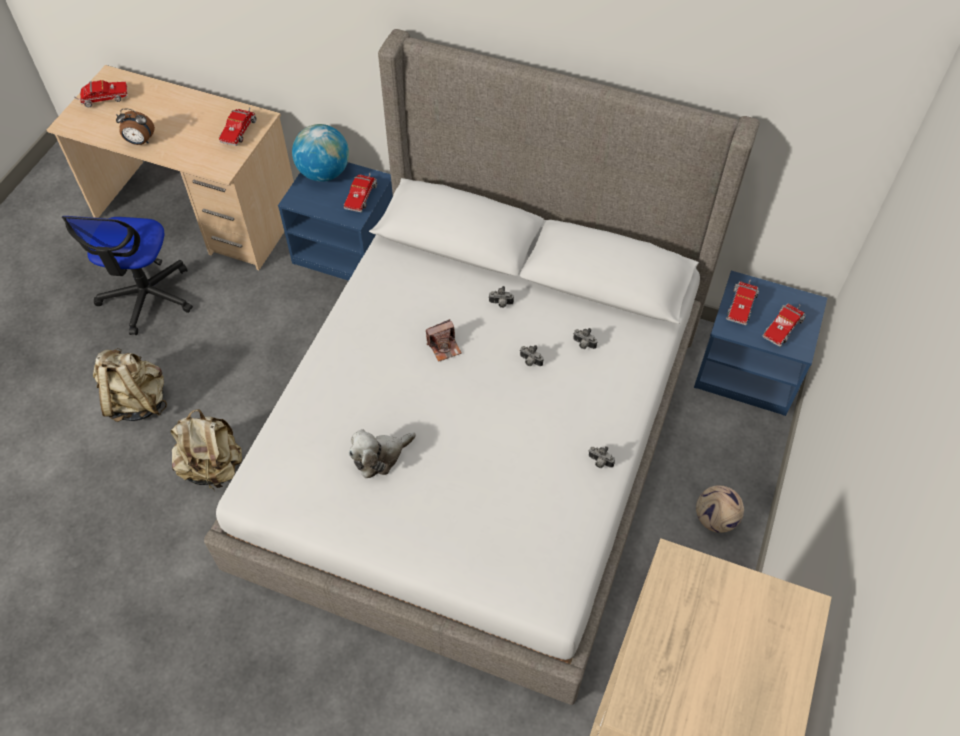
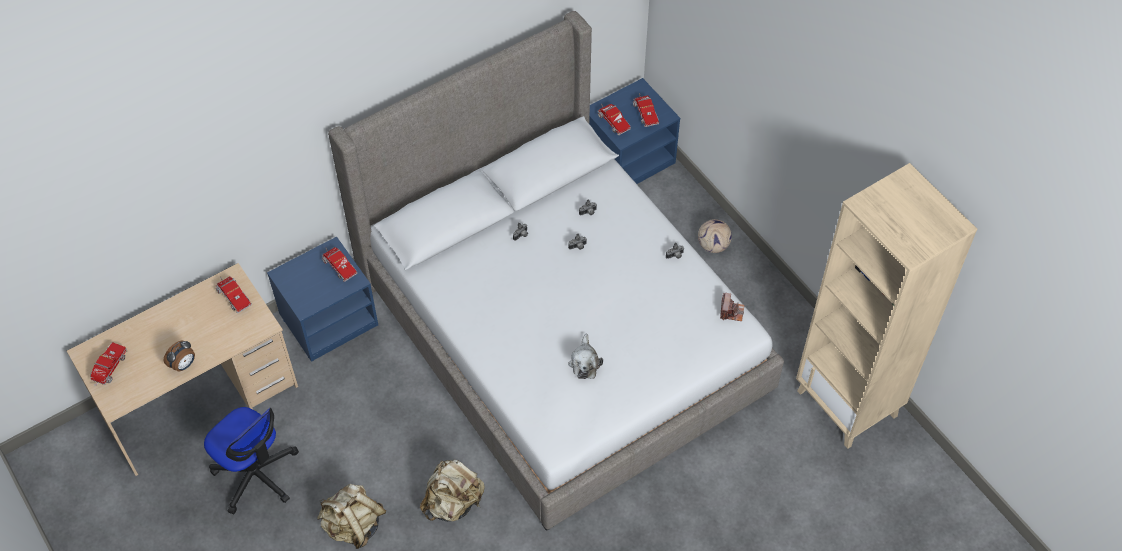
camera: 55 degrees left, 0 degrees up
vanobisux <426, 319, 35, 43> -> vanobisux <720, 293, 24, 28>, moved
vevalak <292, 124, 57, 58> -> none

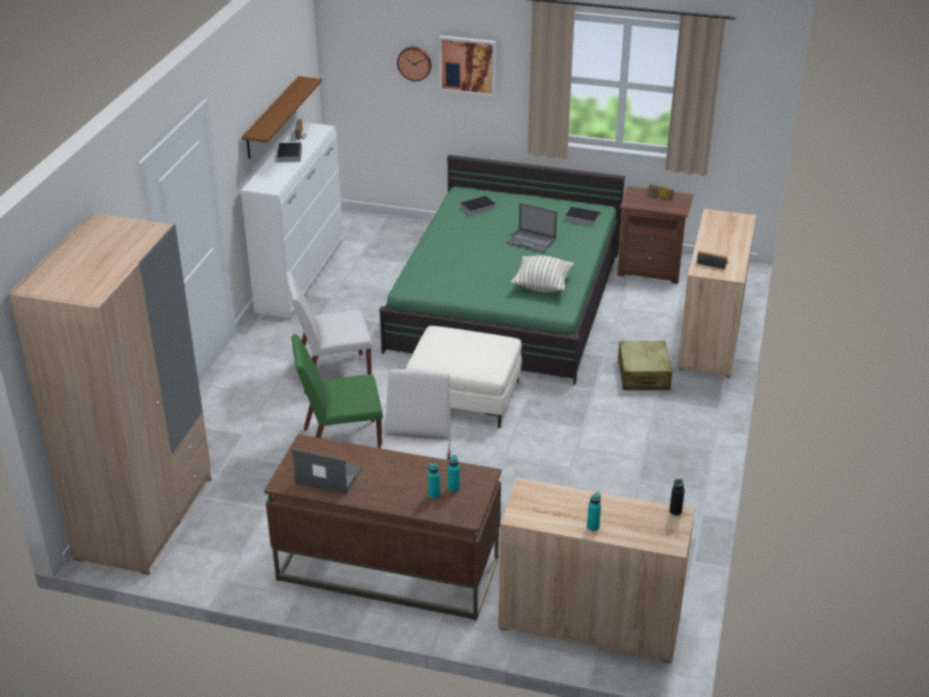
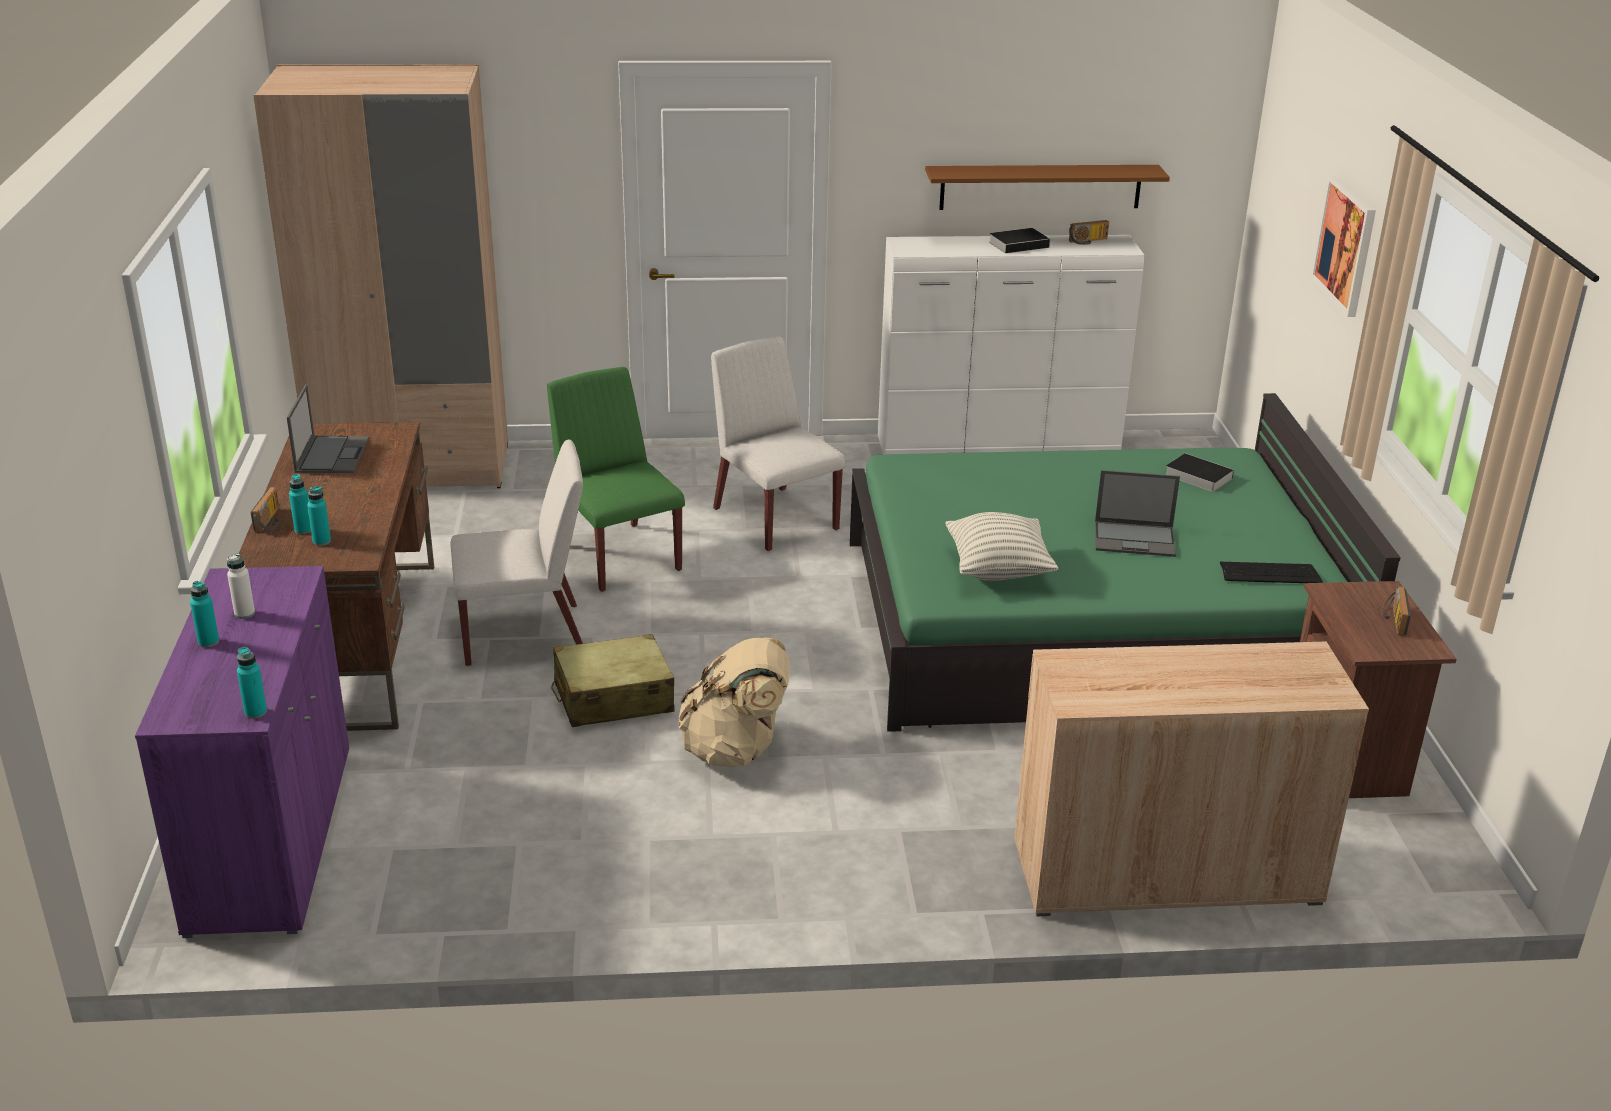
camera: 70 degrees right, 5 degrees down
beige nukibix <498, 478, 197, 185> -> purple nukibix <135, 566, 214, 372>
none -> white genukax <227, 553, 28, 66>
black genukax <669, 479, 16, 37> -> turquoise genukax <237, 647, 30, 72>
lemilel <697, 251, 31, 18> -> lemilel <251, 487, 29, 45>, moved
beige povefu <617, 341, 55, 49> -> beige povefu <551, 634, 124, 93>, moved
none -> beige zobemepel <678, 637, 112, 130>
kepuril <506, 203, 51, 50> -> kepuril <1095, 470, 85, 87>, 90 degrees counterclockwise
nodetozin <565, 206, 35, 20> -> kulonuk <1220, 562, 103, 21>
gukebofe <397, 47, 35, 34> -> none
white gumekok <406, 326, 116, 102> -> none

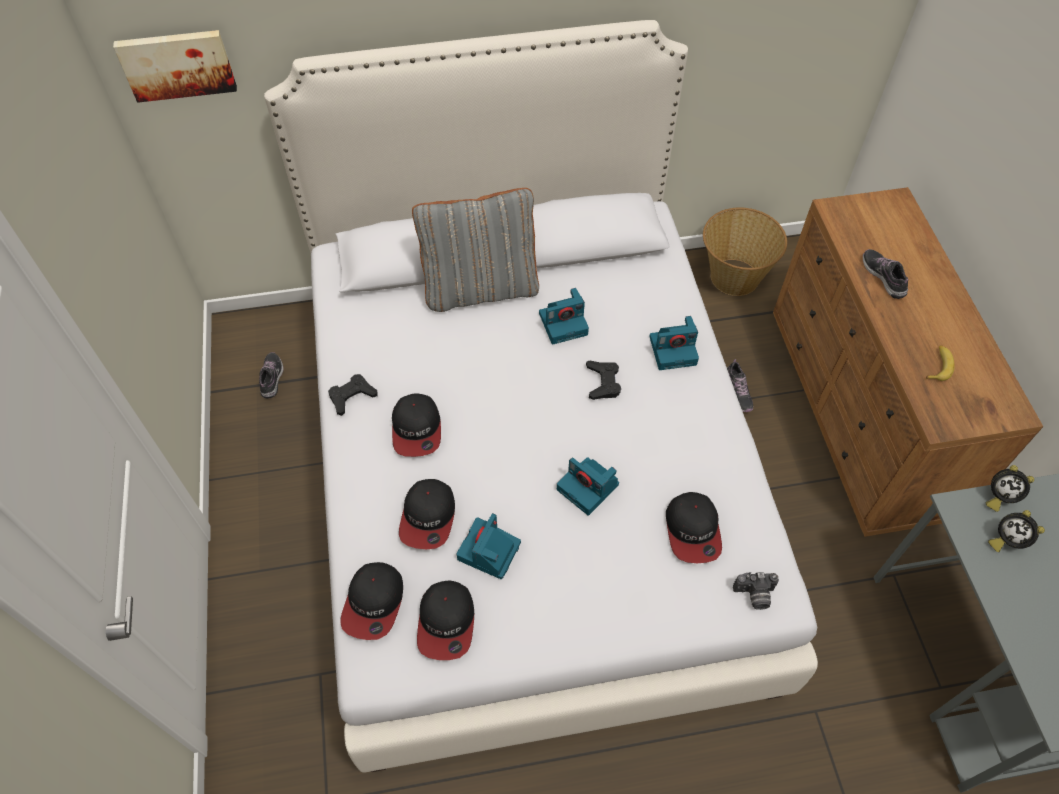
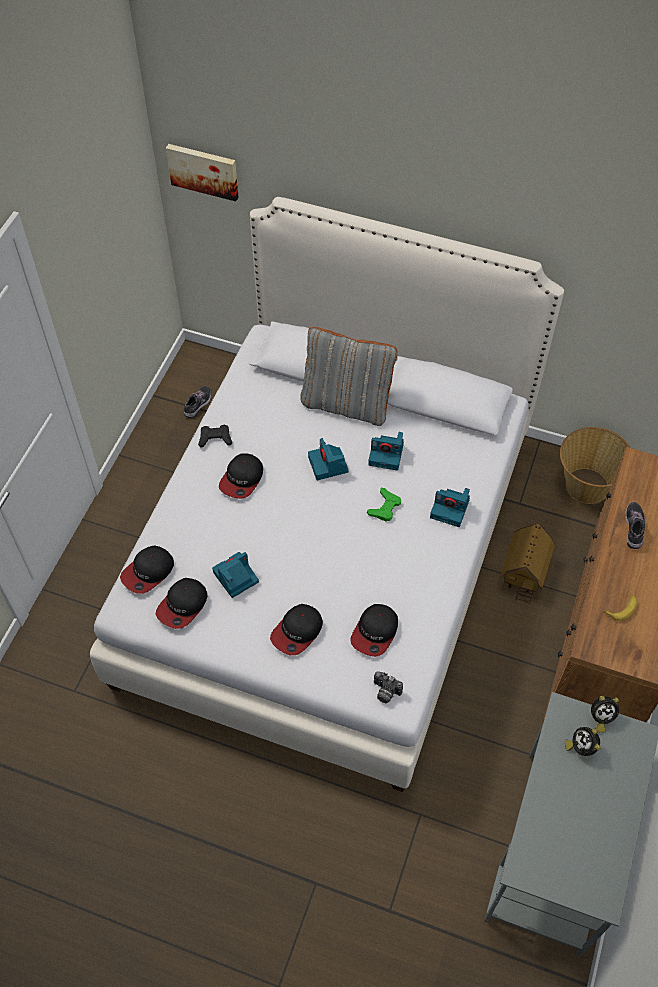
camera: 30 degrees right, 0 degrees up
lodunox <399, 479, 56, 70> -> lodunox <270, 604, 53, 51>, moved
vanobisux <557, 457, 62, 59> -> vanobisux <308, 438, 41, 42>, moved
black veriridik <586, 361, 35, 39> -> green veriridik <367, 488, 34, 34>
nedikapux <727, 359, 26, 53> -> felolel <500, 523, 55, 82>
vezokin <986, 465, 48, 47> -> vezokin <591, 696, 28, 36>, 60 degrees counterclockwise

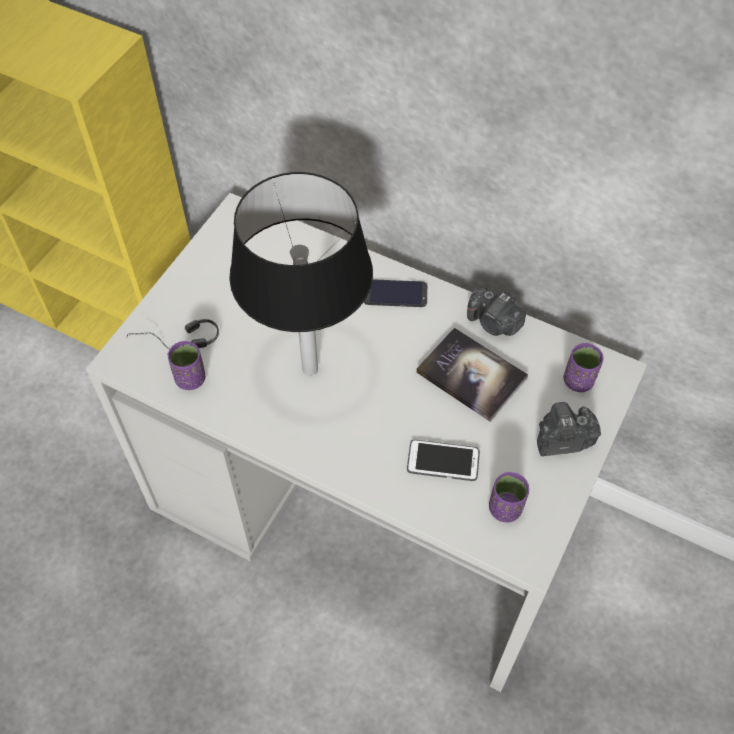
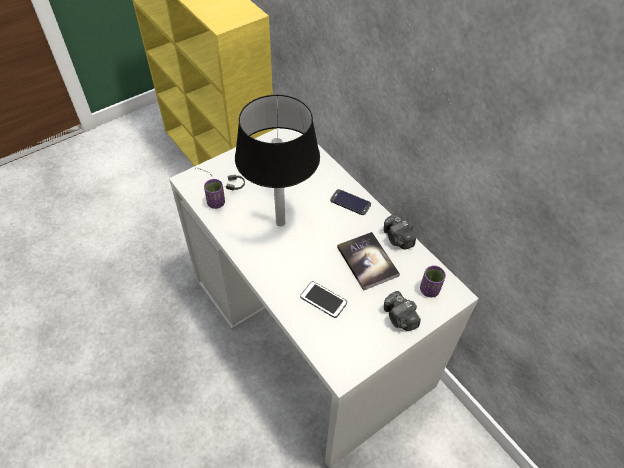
camera: 25 degrees right, 5 degrees down
vanobisux <537, 402, 64, 54> -> vanobisux <384, 291, 37, 40>, 135 degrees counterclockwise
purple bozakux <489, 472, 40, 50> -> none

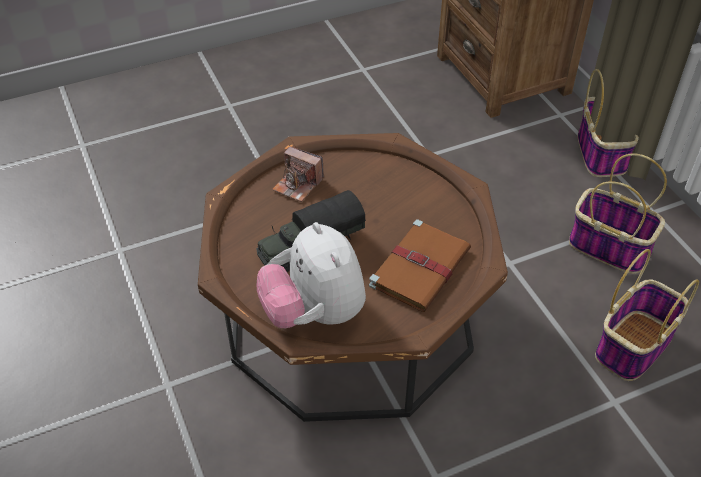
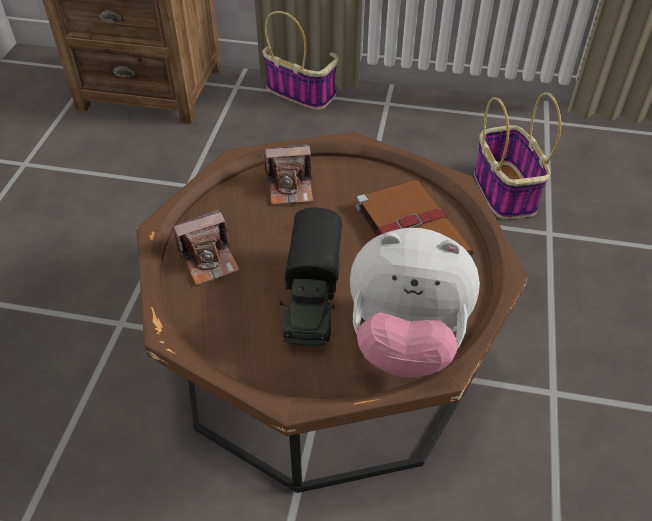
camera: 55 degrees left, 0 degrees up
none -> vanobisux <264, 144, 49, 61>
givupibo <569, 153, 98, 121> -> none

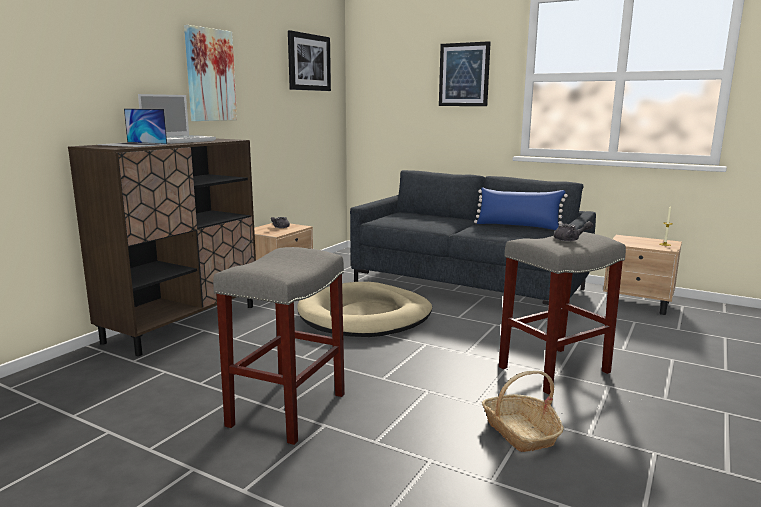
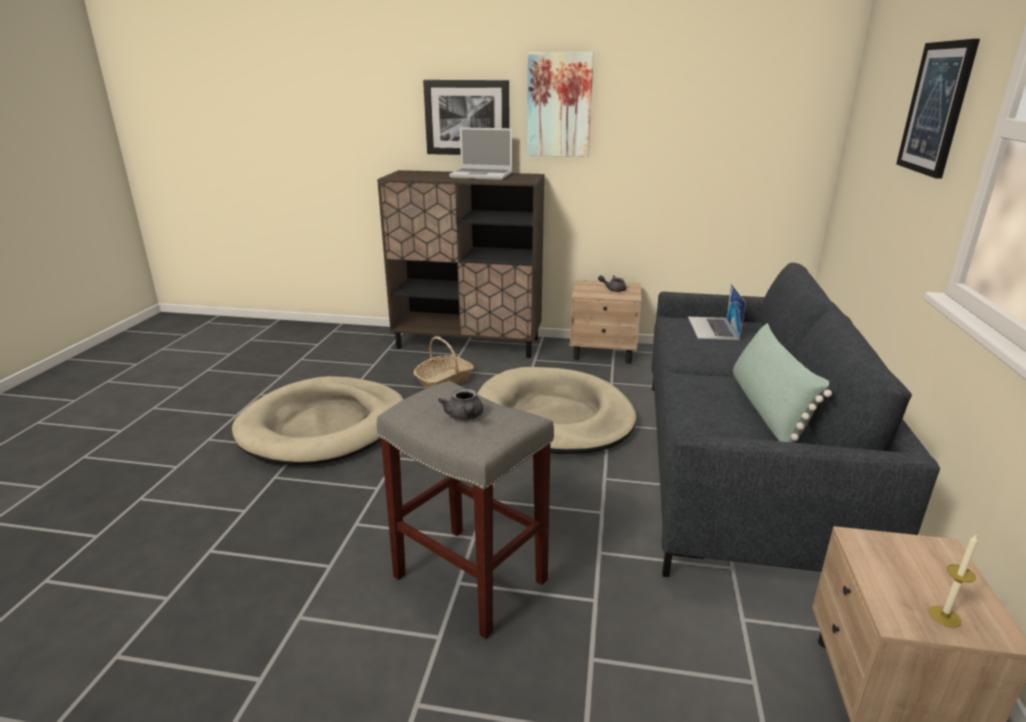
camera: 70 degrees right, 10 degrees up
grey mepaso <213, 247, 132, 198> -> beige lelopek <232, 376, 172, 89>
givupibo <482, 371, 82, 81> -> givupibo <413, 337, 61, 51>, moved
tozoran <288, 30, 43, 61> -> tozoran <423, 80, 86, 75>, moved
kepuril <97, 109, 70, 38> -> kepuril <688, 284, 58, 56>, moved
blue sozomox <474, 187, 94, 43> -> green sozomox <733, 323, 99, 120>

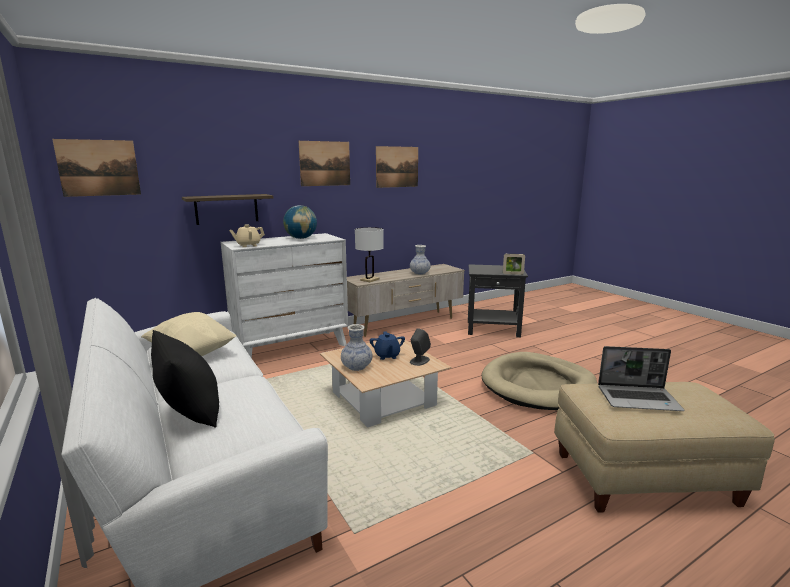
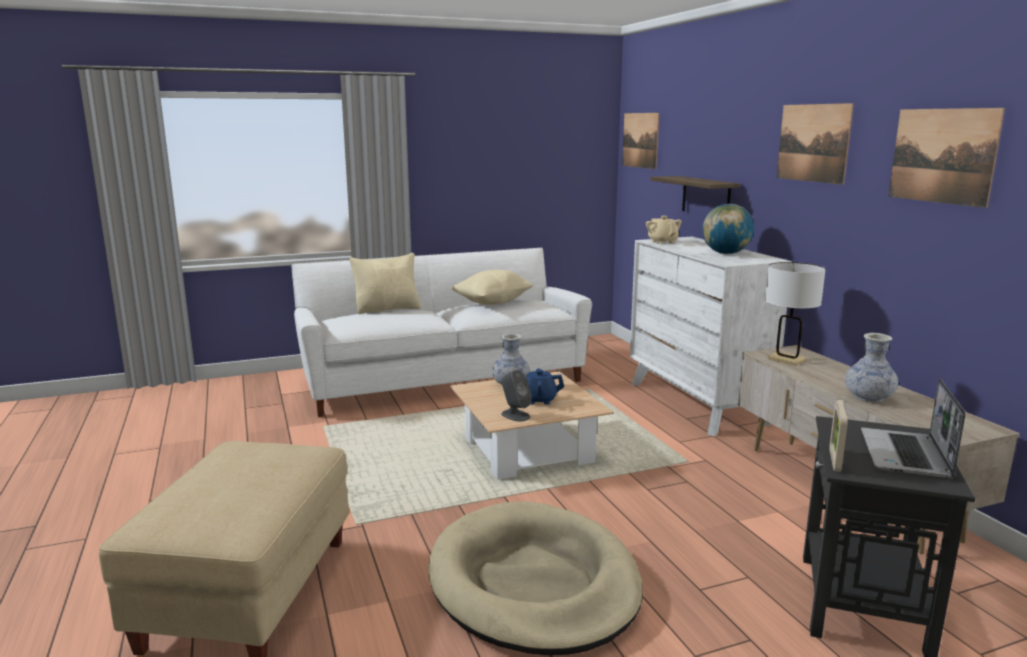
camera: 100 degrees right, 0 degrees up
black sozomox <151, 330, 68, 98> -> beige sozomox <349, 253, 72, 61>
kepuril <598, 346, 86, 65> -> kepuril <861, 378, 104, 101>, moved

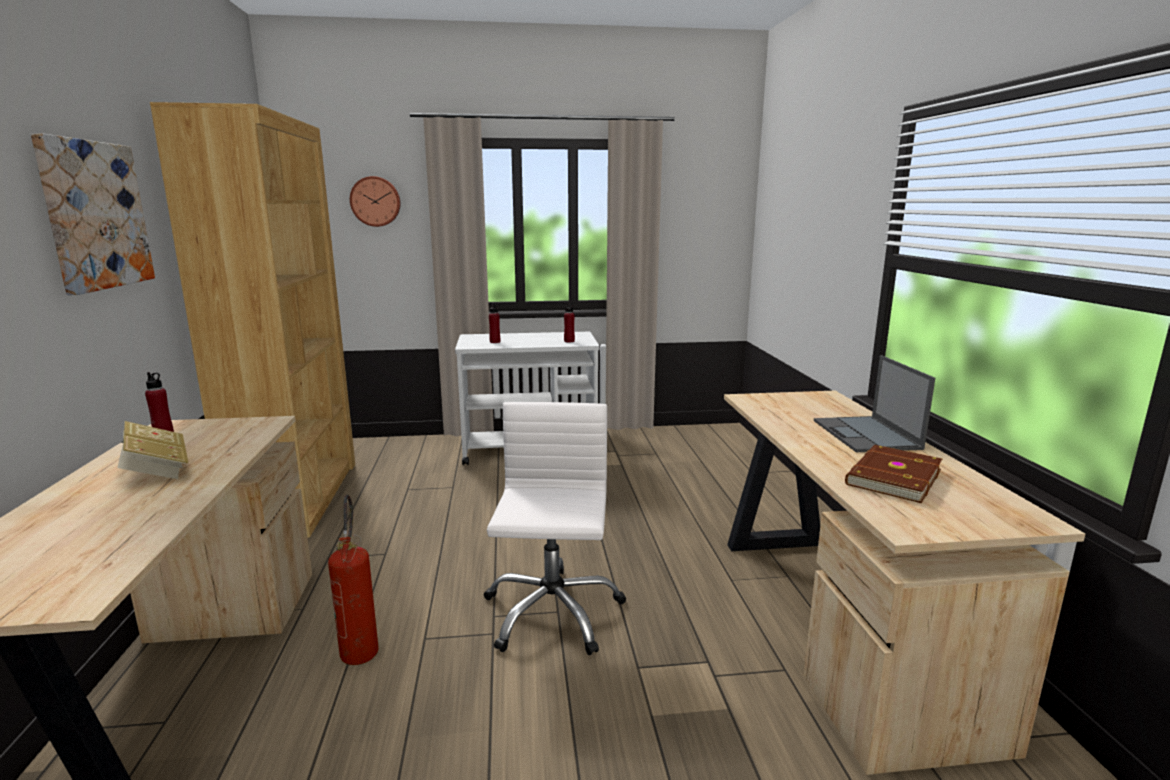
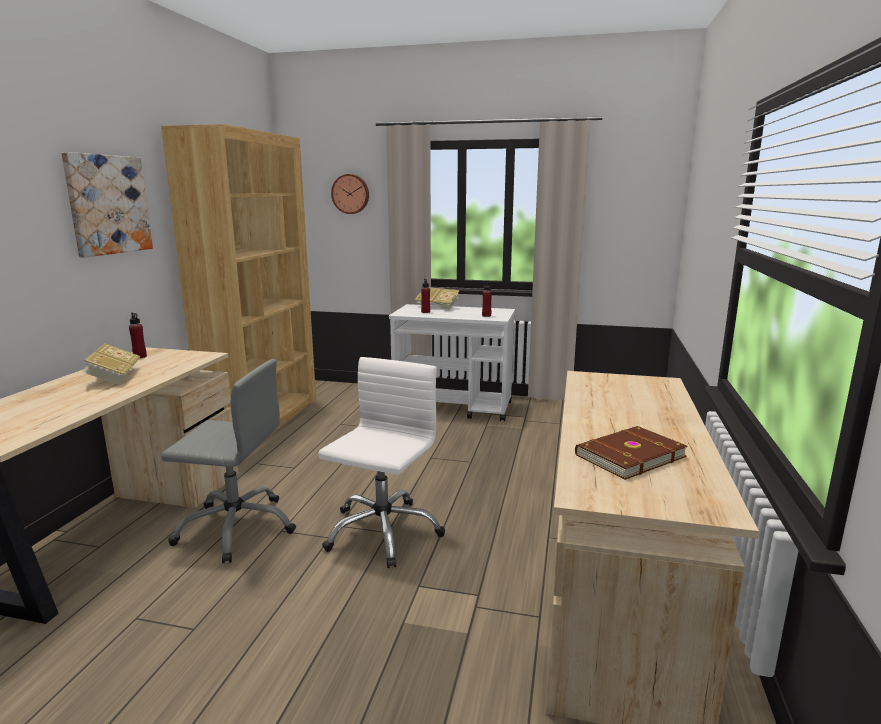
camera: 20 degrees right, 0 degrees up
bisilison <328, 494, 51, 171> -> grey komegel <161, 359, 135, 204>
none -> nodetozin <414, 287, 46, 23>
kepuril <814, 355, 121, 97> -> none

